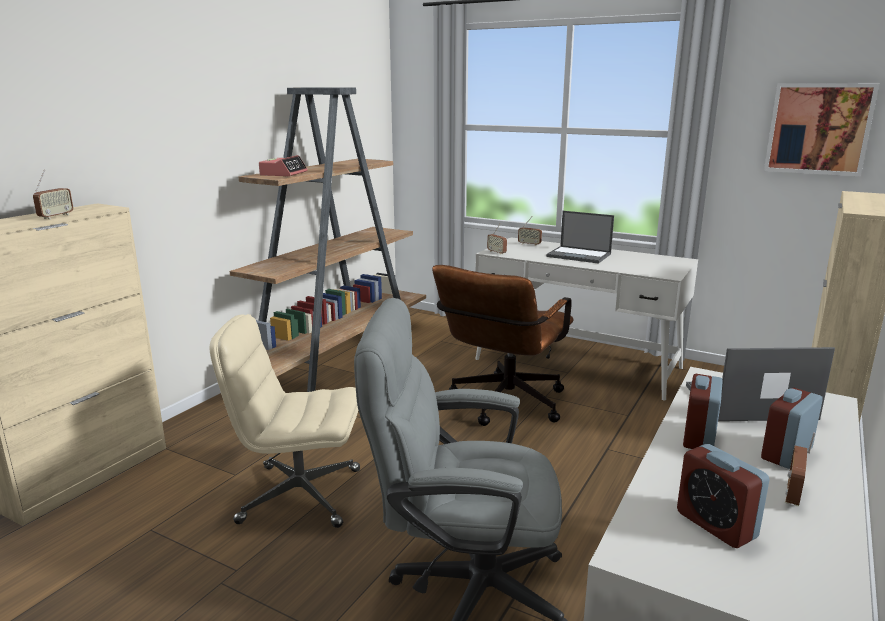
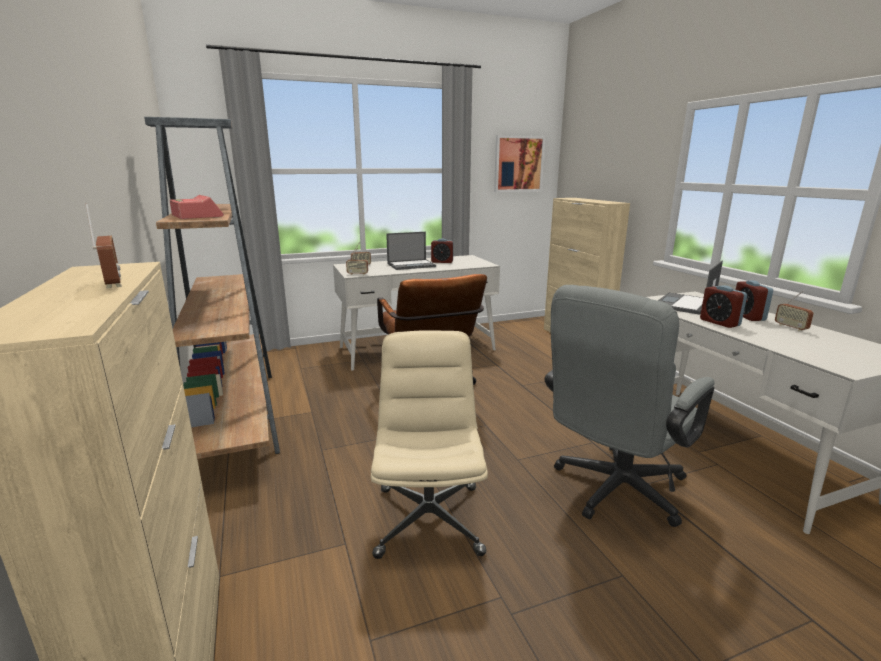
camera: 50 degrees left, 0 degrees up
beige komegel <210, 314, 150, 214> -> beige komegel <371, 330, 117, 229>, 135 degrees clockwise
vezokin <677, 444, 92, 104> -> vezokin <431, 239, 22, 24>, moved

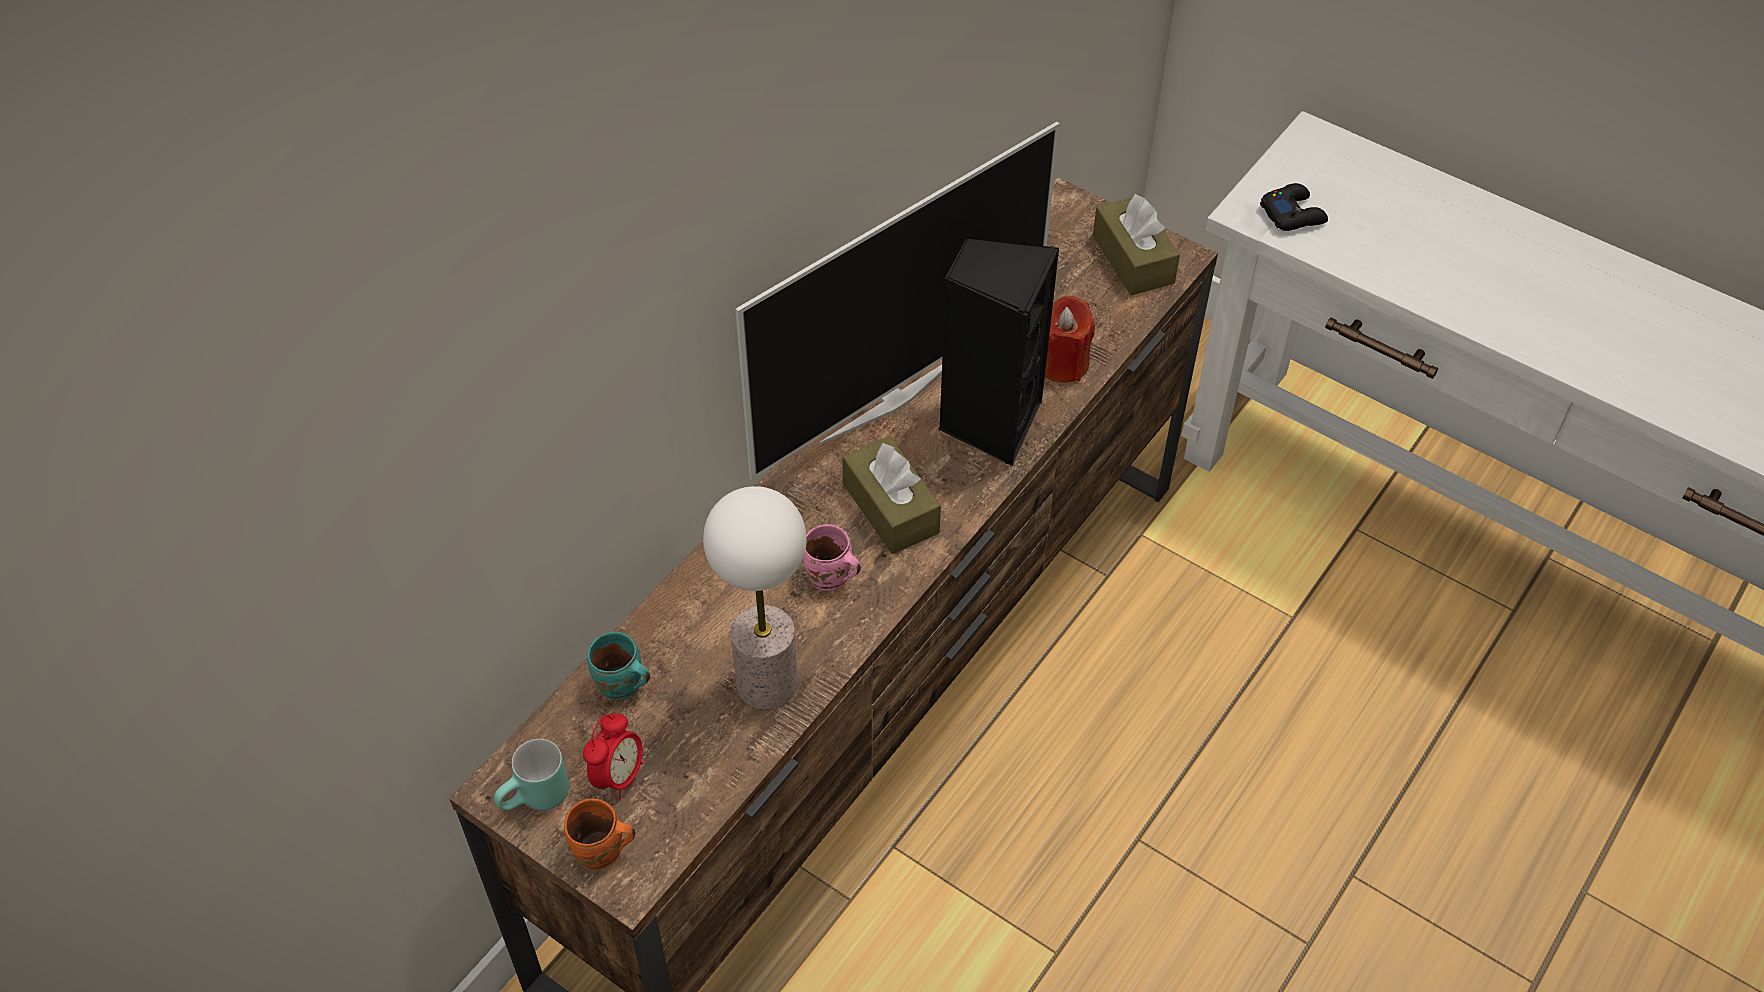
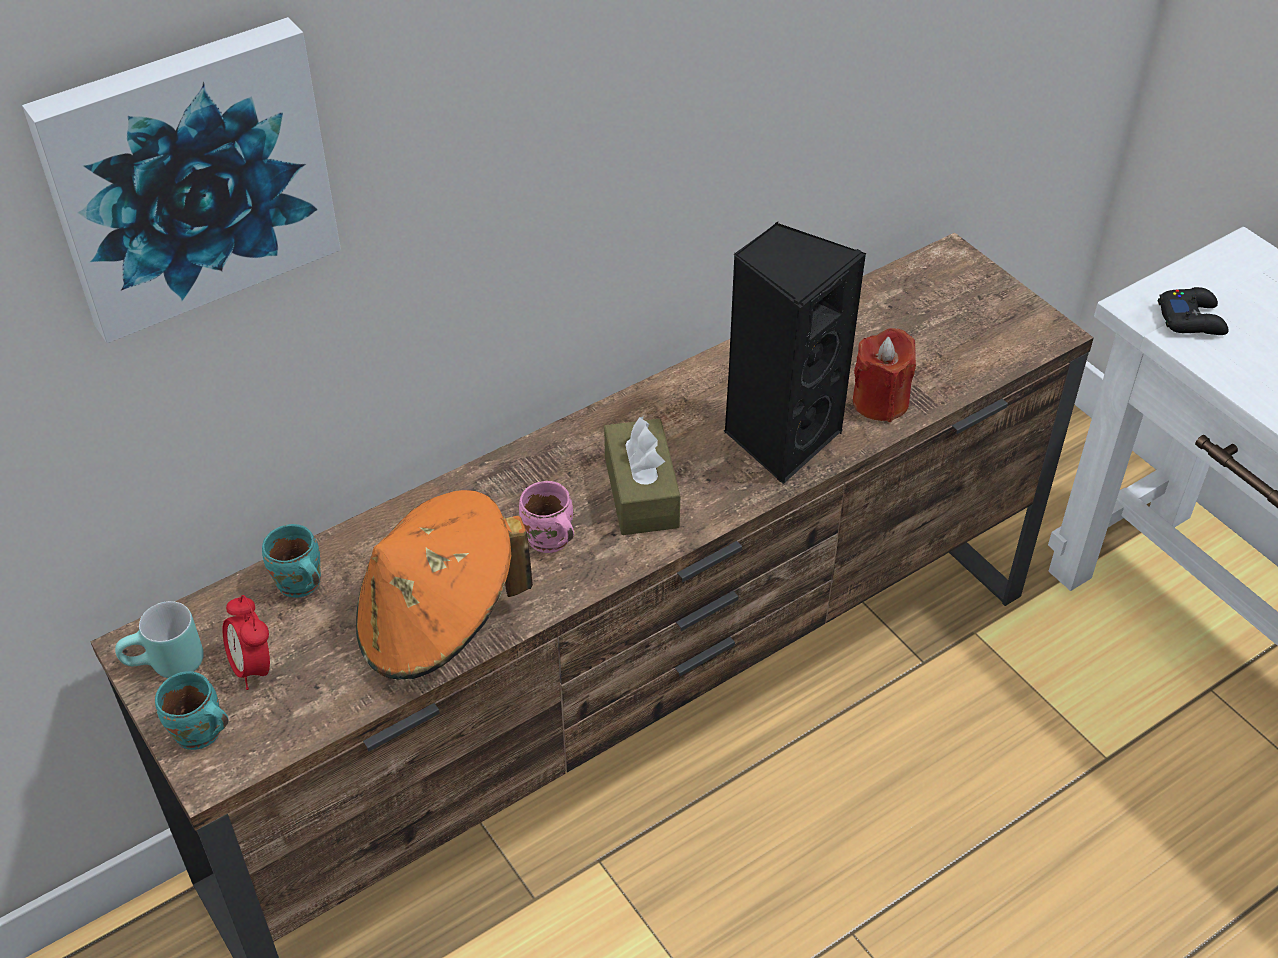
camera: 20 degrees right, 5 degrees down
none -> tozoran <22, 17, 319, 326>
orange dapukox <564, 798, 71, 72> -> turquoise dapukox <155, 671, 74, 79>
vezokin <583, 713, 60, 87> -> vezokin <222, 595, 48, 95>, 105 degrees clockwise
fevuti <703, 486, 104, 224> -> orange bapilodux <356, 490, 177, 190>
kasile <735, 122, 325, 358> -> none
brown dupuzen <1093, 193, 87, 102> -> none

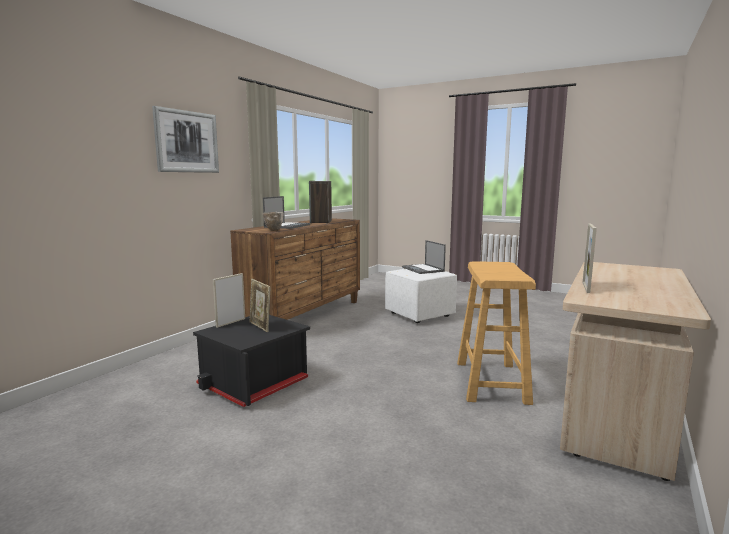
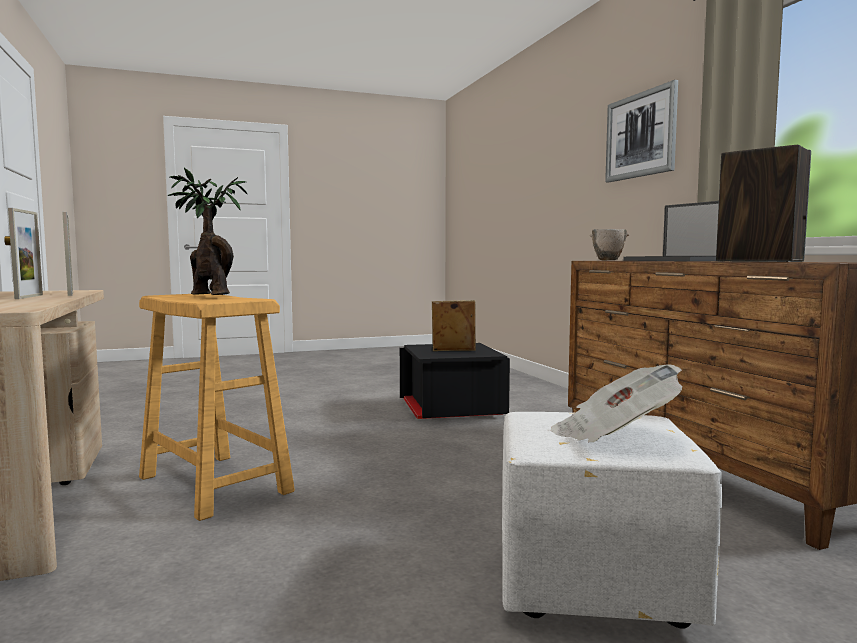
camera: 130 degrees right, 5 degrees down
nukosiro <213, 273, 32, 55> -> nukosiro <8, 208, 35, 91>, moved
none -> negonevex <168, 168, 80, 127>
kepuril <402, 240, 44, 34> -> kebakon <551, 365, 132, 78>

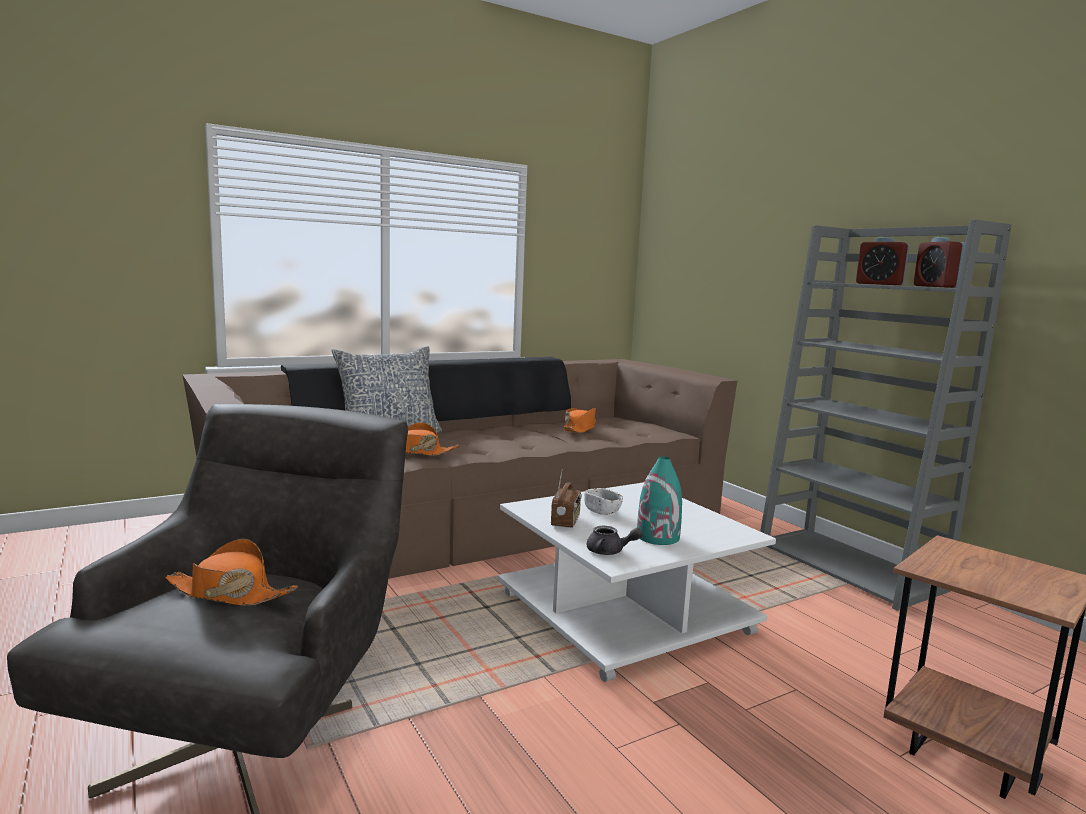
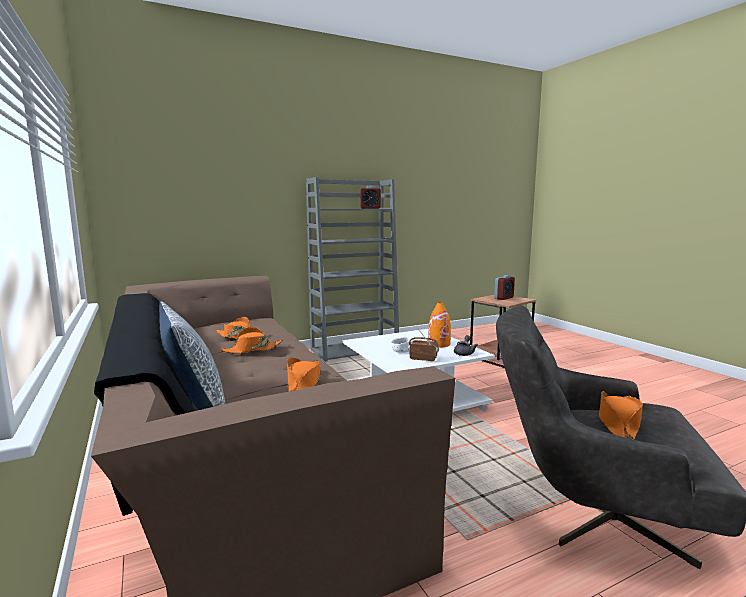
camera: 85 degrees left, 0 degrees up
none -> orange bapilodux <220, 327, 63, 27>
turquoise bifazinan <637, 456, 45, 89> -> orange bifazinan <428, 302, 23, 45>
vezokin <856, 237, 54, 48> -> vezokin <494, 275, 21, 25>, moved

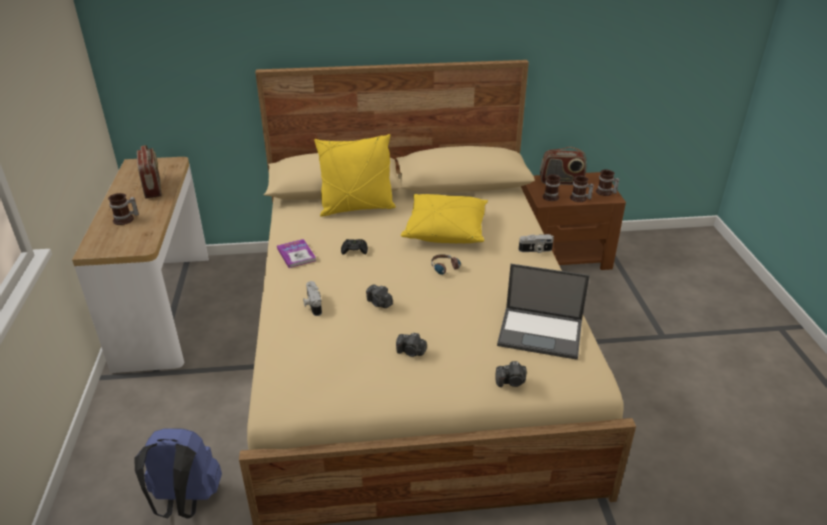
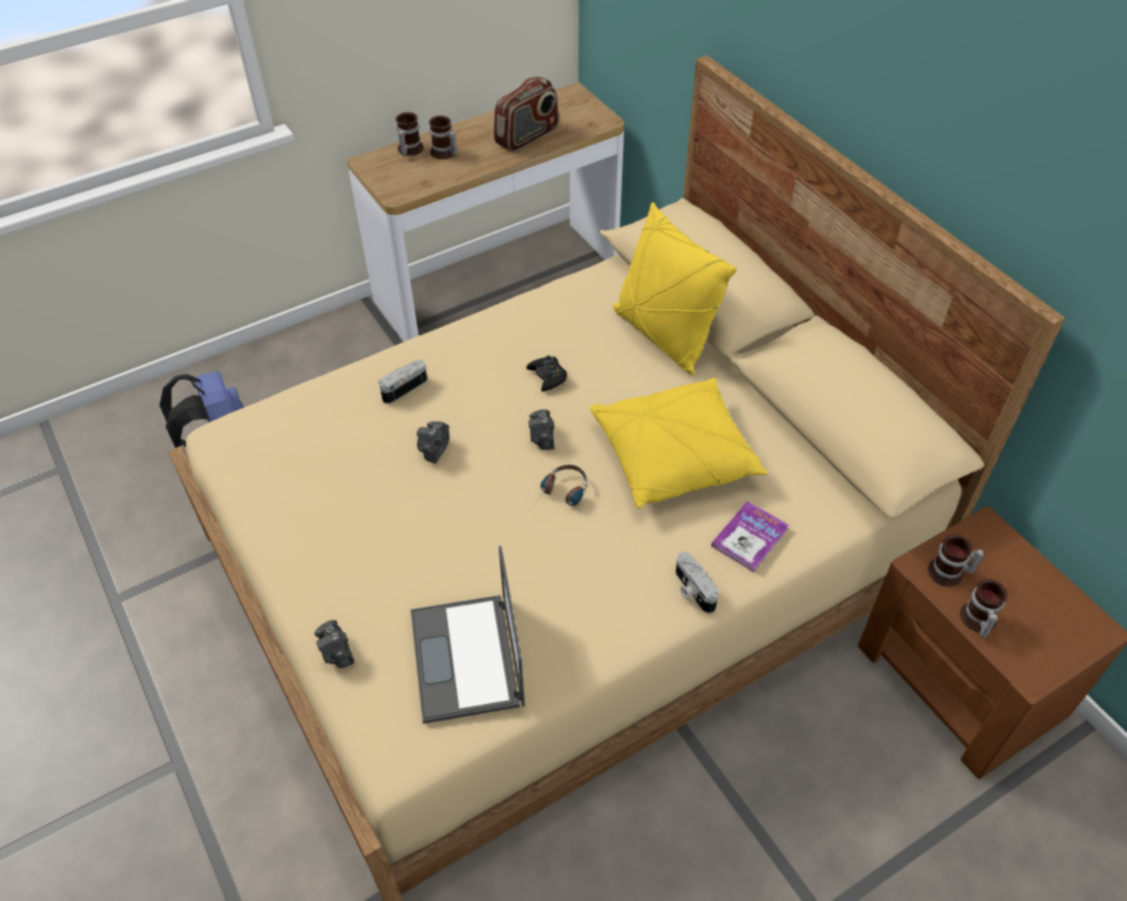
camera: 65 degrees right, 15 degrees up
dapukox <596, 170, 23, 26> -> dapukox <396, 112, 28, 44>, moved
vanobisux <396, 333, 31, 24> -> vanobisux <529, 409, 25, 41>, moved
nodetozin <277, 239, 39, 29> -> nodetozin <711, 501, 78, 71>, moved
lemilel <540, 147, 47, 38> -> none

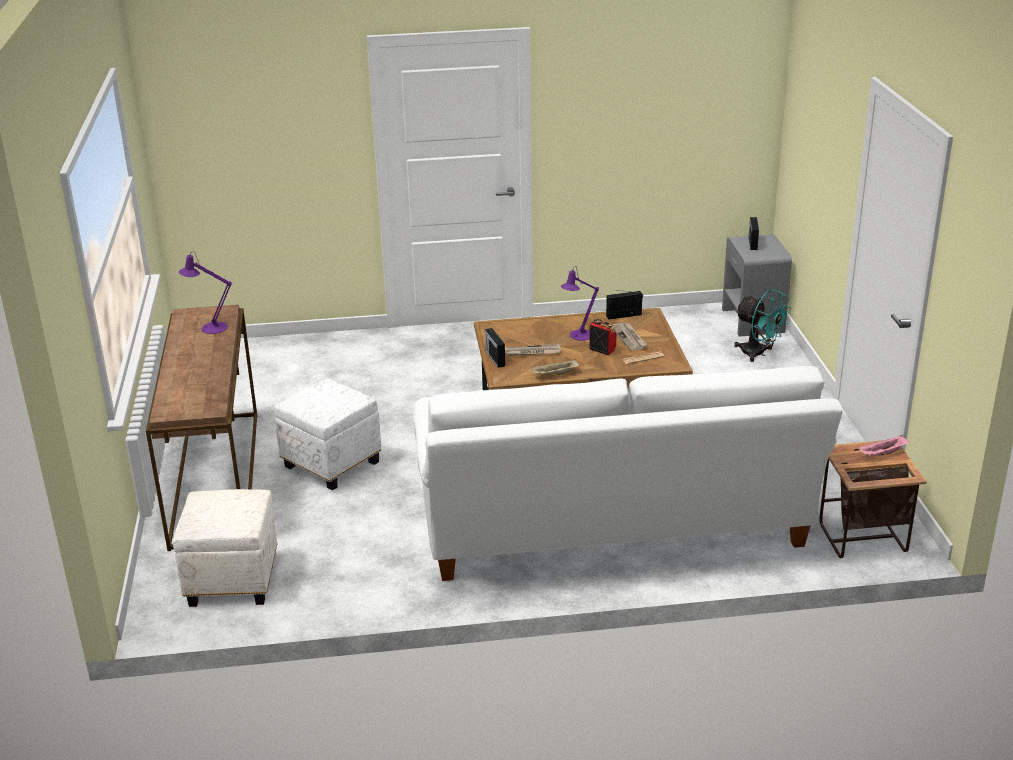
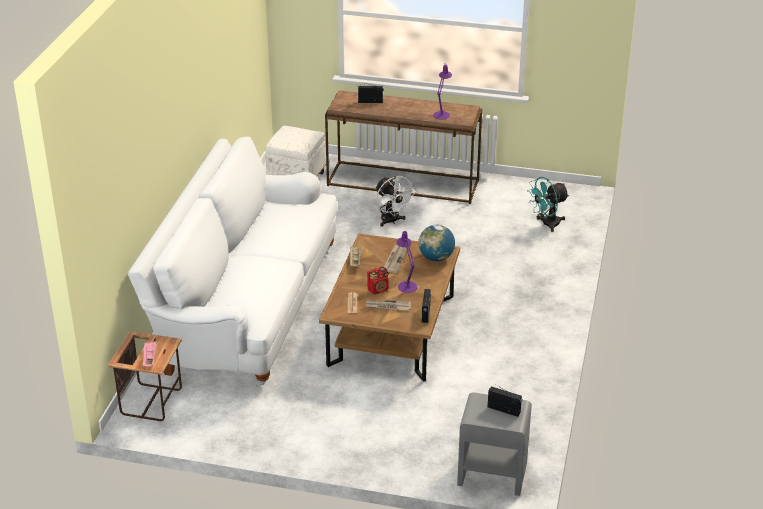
camera: 110 degrees right, 5 degrees up
lemilel <485, 328, 20, 40> -> lemilel <358, 82, 26, 21>, moved
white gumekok <275, 379, 106, 111> -> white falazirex <376, 176, 40, 51>
none -> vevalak <418, 225, 37, 36>
turquoise falazirex <734, 289, 58, 73> -> turquoise falazirex <527, 177, 42, 55>, moved

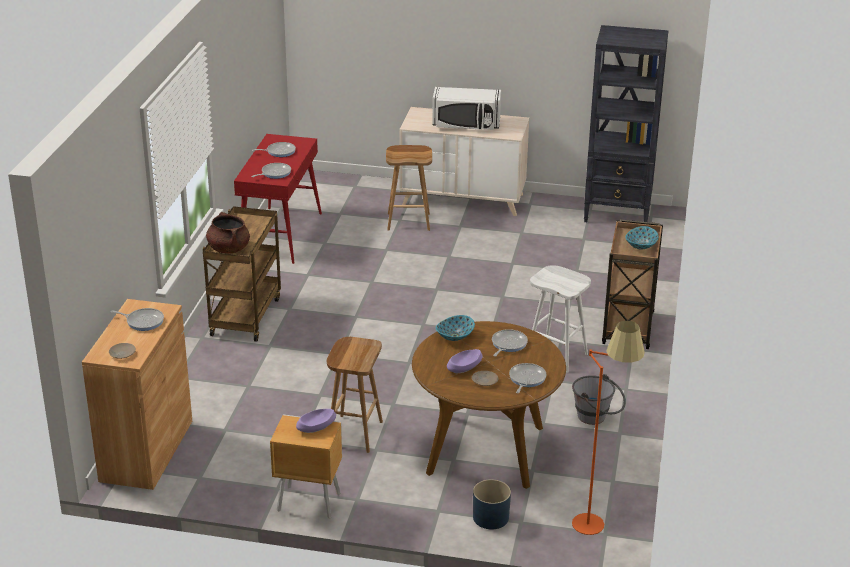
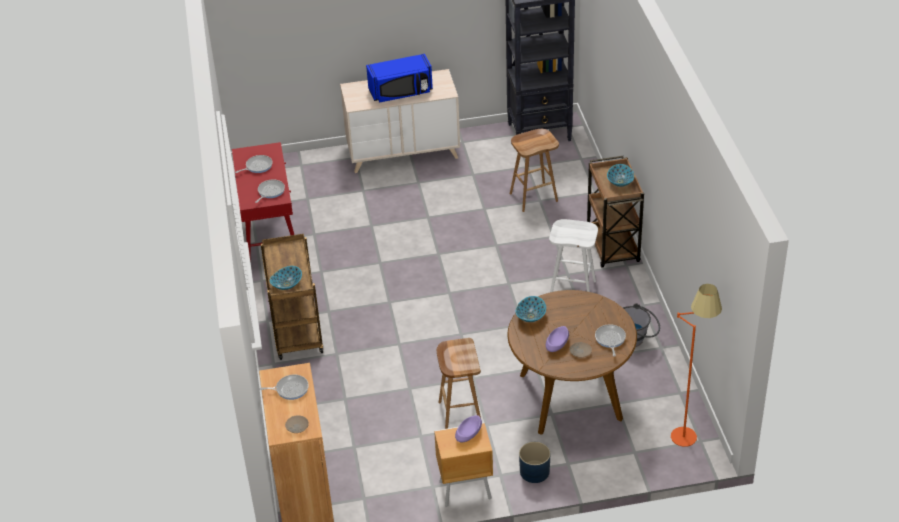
camera: 20 degrees left, 10 degrees up
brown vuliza <206, 212, 44, 42> -> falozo <270, 266, 32, 24>
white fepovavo <432, 87, 69, 43> -> blue fepovavo <366, 54, 67, 49>
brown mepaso <386, 145, 46, 86> -> brown mepaso <510, 129, 49, 83>, moved
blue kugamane <473, 479, 38, 50> -> blue kugamane <519, 442, 31, 41>, moved
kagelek <492, 329, 36, 28> -> none

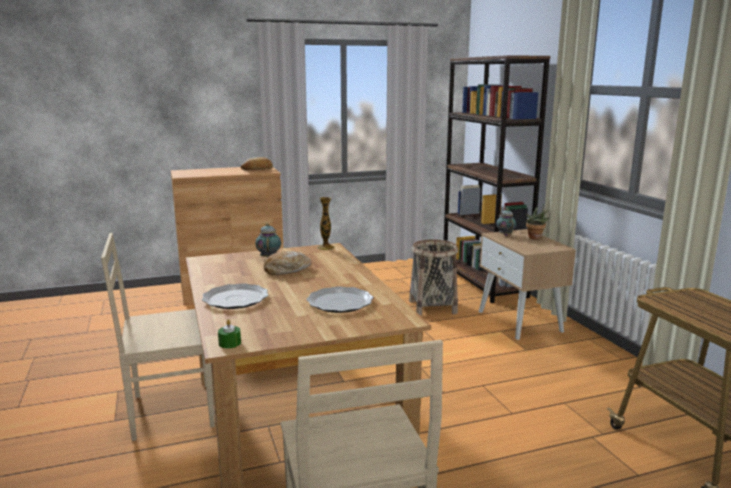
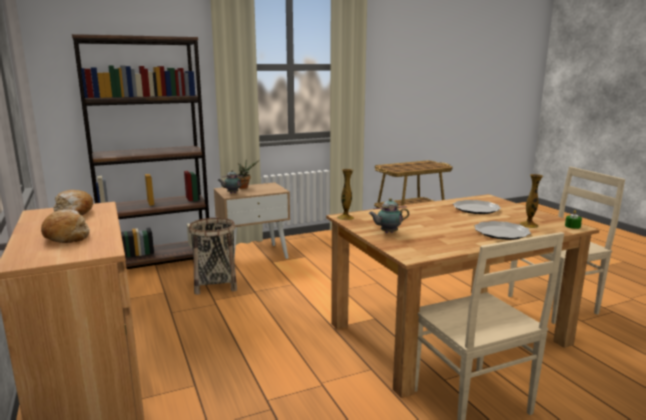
camera: 95 degrees left, 0 degrees up
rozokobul <264, 251, 48, 24> -> rozokobul <41, 209, 49, 34>, moved
none -> bifazinan <519, 174, 24, 54>

